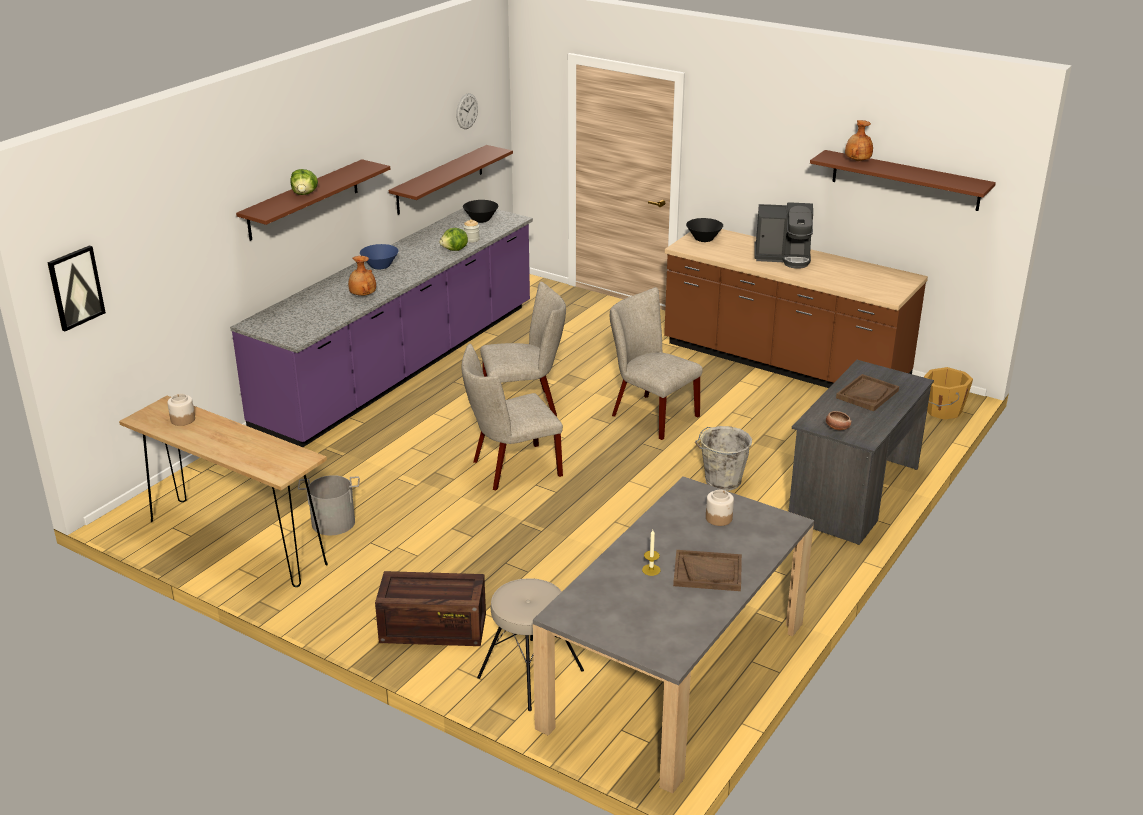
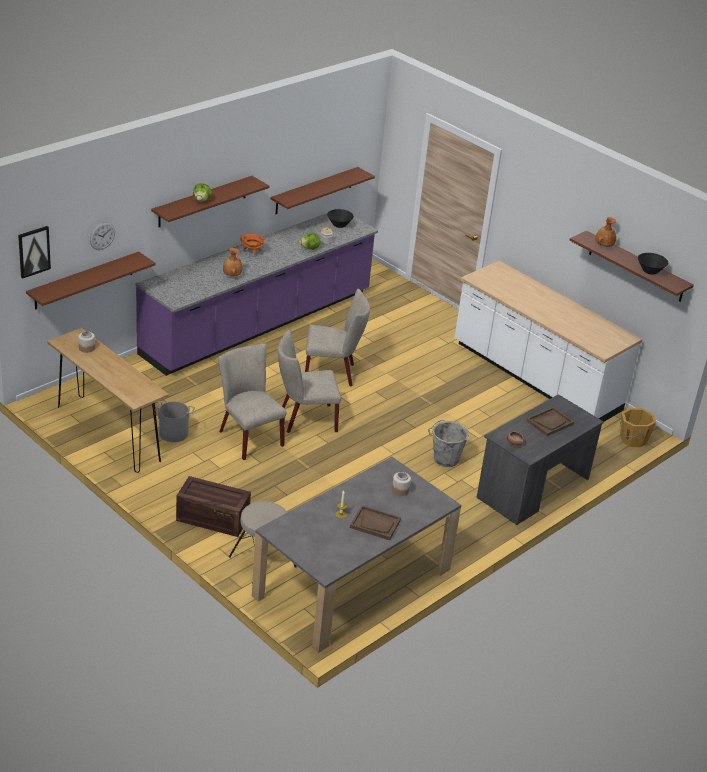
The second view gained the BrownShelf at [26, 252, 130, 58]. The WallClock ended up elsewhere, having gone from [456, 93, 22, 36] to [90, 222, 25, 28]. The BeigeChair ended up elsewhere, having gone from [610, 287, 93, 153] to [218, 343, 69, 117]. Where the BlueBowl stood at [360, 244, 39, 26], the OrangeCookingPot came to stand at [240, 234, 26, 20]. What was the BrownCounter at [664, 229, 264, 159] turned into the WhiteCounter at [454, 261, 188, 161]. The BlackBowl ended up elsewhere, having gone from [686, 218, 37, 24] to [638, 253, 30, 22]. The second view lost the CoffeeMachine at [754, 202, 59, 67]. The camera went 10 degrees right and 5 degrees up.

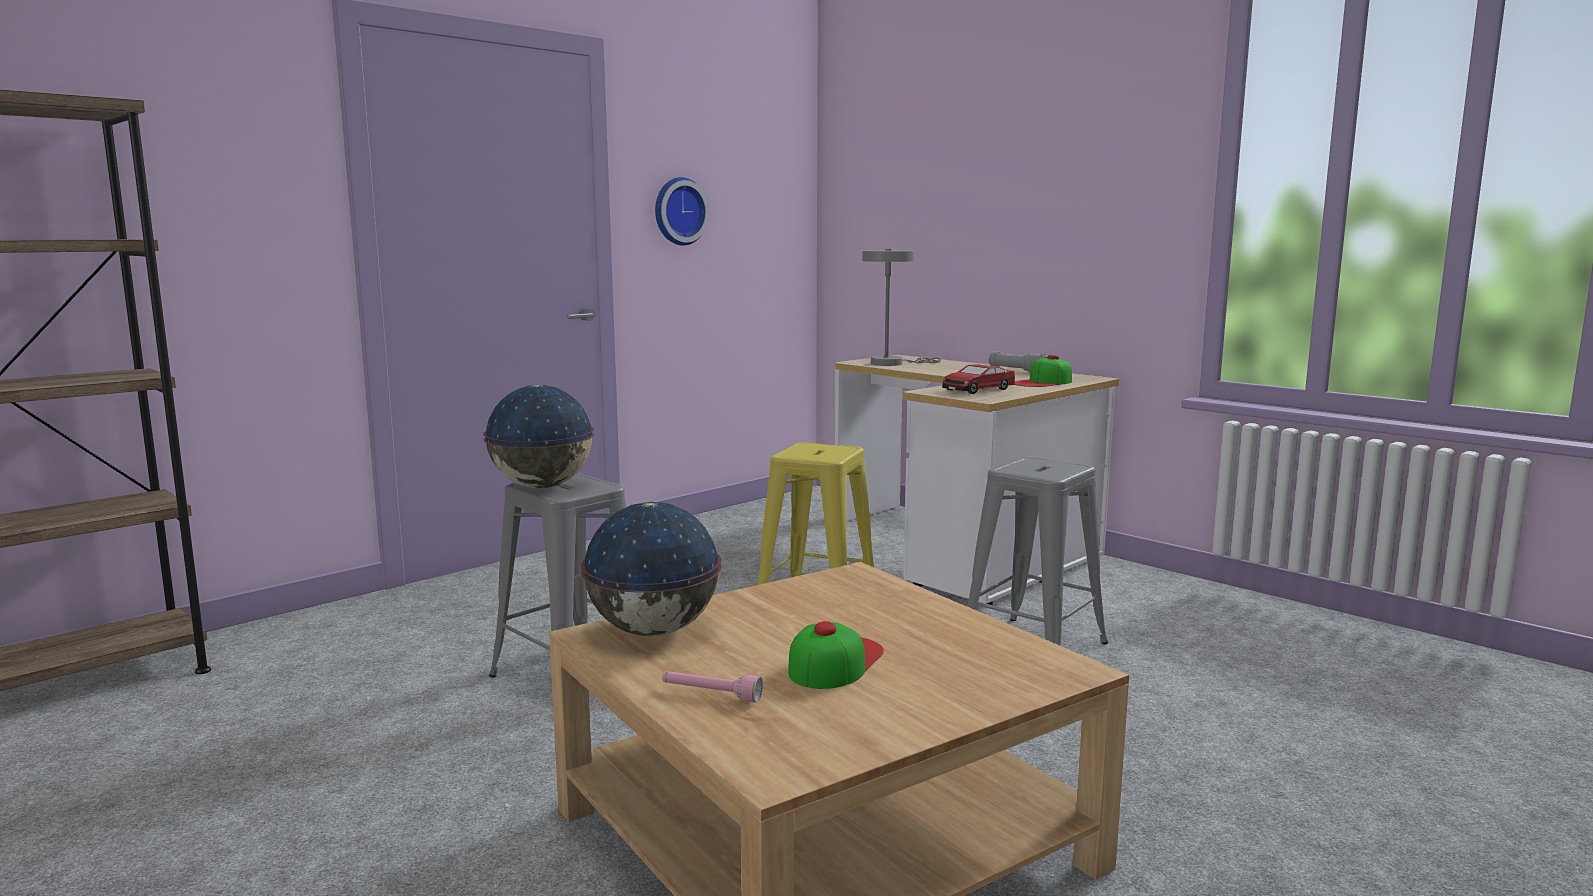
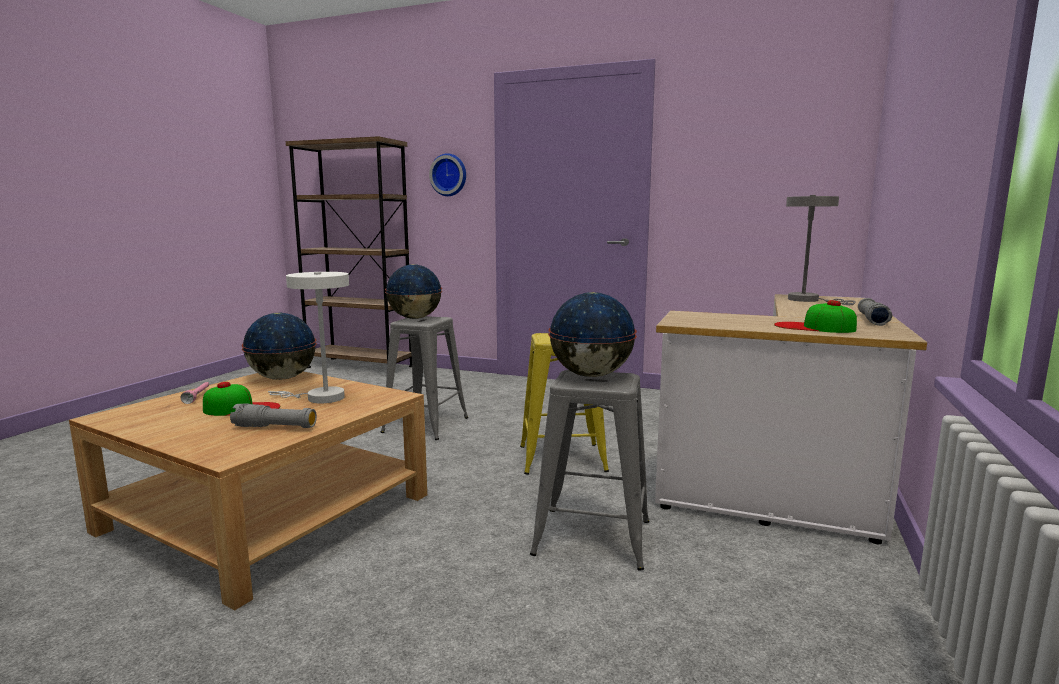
The second view gained the GreyFlashlight at [230, 403, 87, 25]. The second view gained the WhiteTableLamp at [268, 272, 81, 131]. The WallClock ended up elsewhere, having gone from [655, 177, 55, 69] to [429, 153, 37, 43]. The second view gained the Globe at [548, 292, 89, 85]. The second view lost the ToyCar at [942, 364, 73, 30]. The camera went 65 degrees right and 0 degrees up.

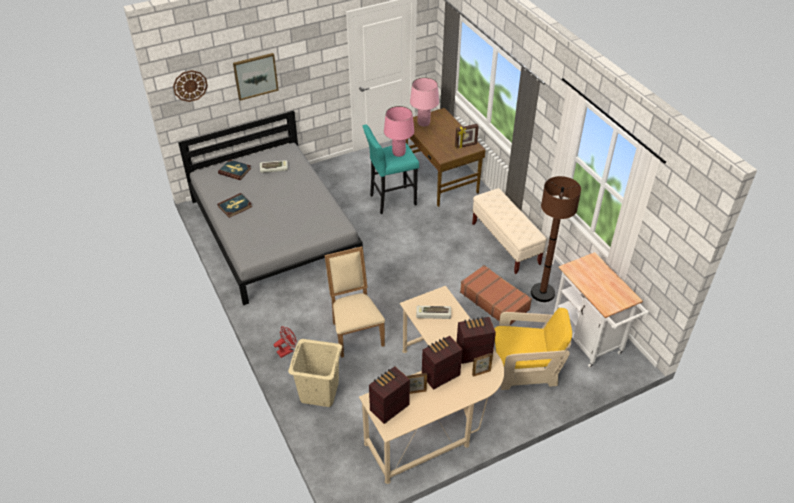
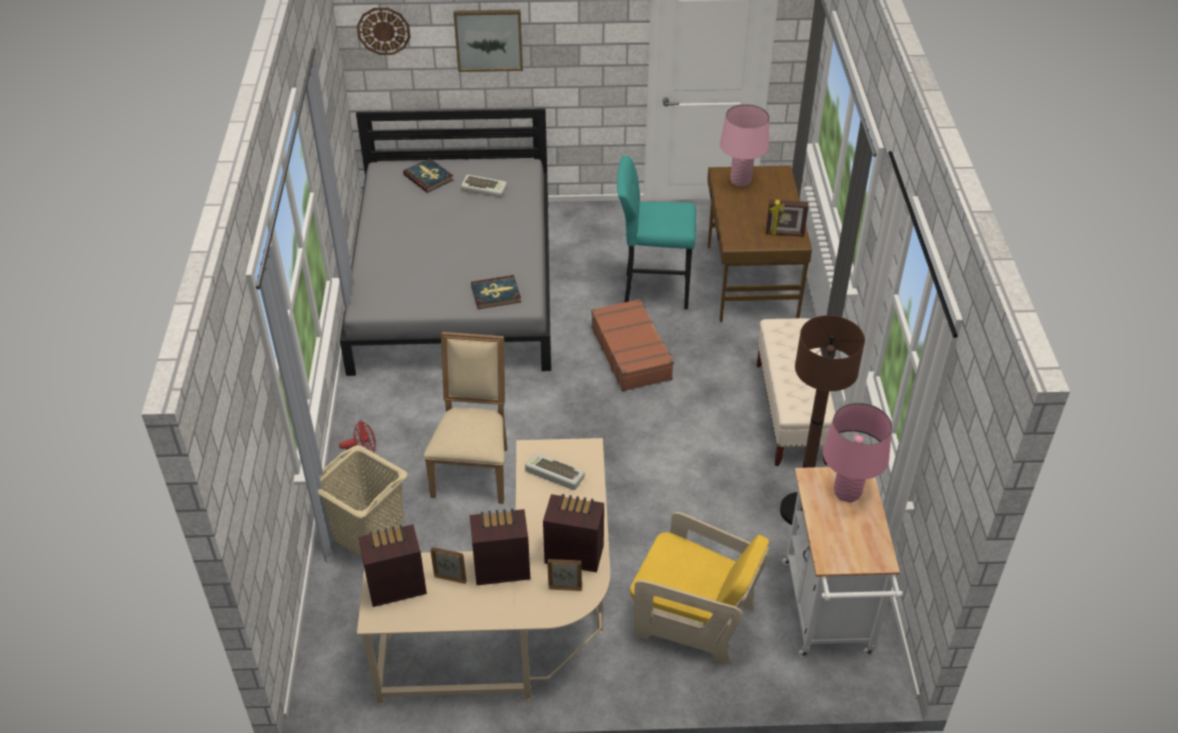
The Book ended up elsewhere, having gone from [217, 193, 35, 25] to [471, 275, 50, 34]. The BrownSuitcase ended up elsewhere, having gone from [460, 265, 72, 60] to [591, 299, 83, 93]. The PinkTableLamp ended up elsewhere, having gone from [384, 106, 30, 51] to [823, 403, 69, 100]. The camera went 25 degrees right and 0 degrees up.

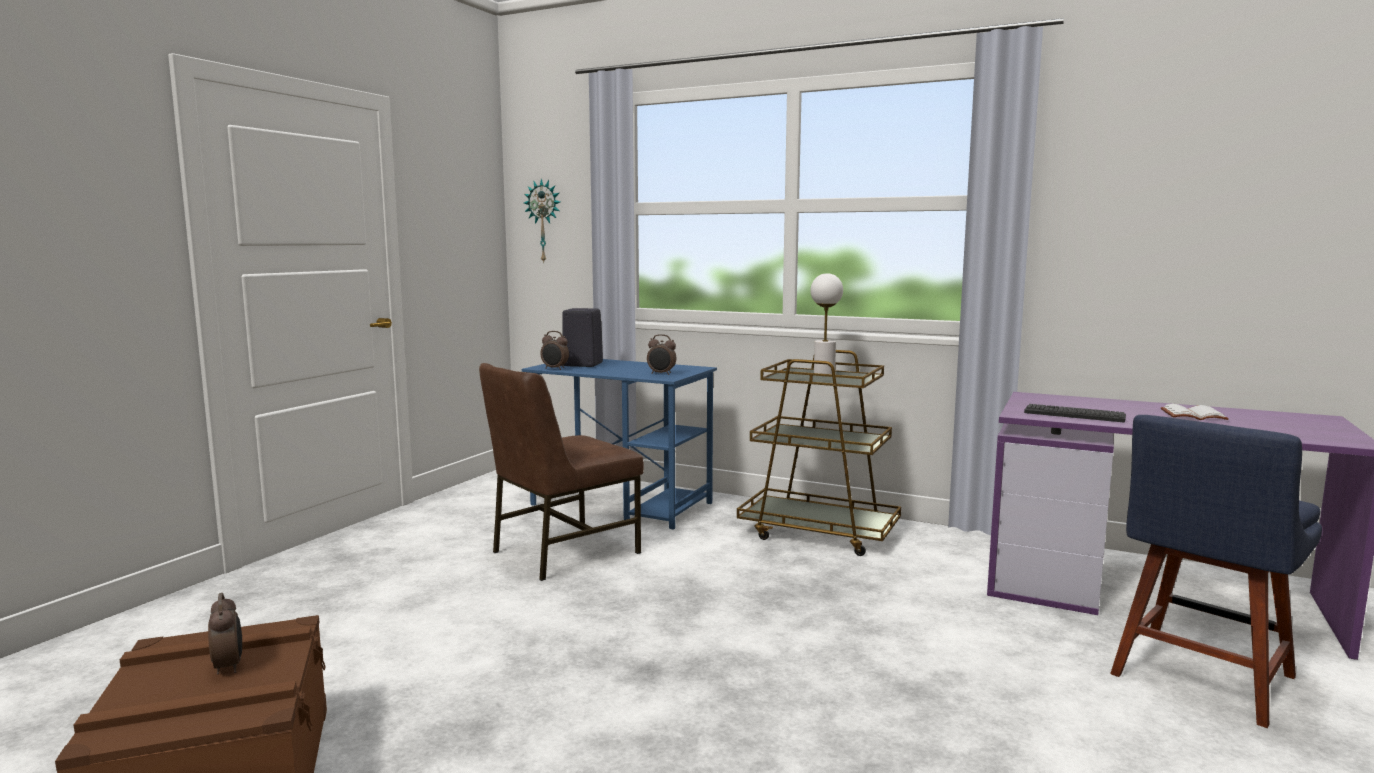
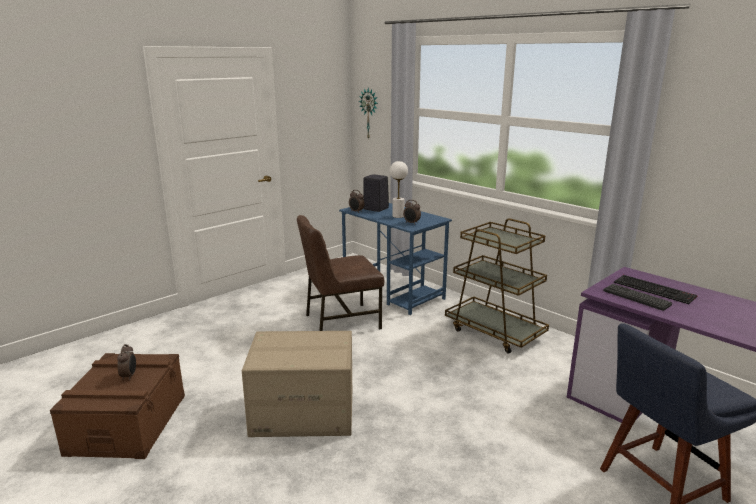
The second view gained the CardboardBox at [242, 331, 110, 106]. The WhiteTableLamp ended up elsewhere, having gone from [810, 273, 33, 101] to [390, 161, 18, 57]. The second view gained the Keyboard at [614, 275, 84, 29]. The second view lost the WhiteBook at [1161, 404, 68, 16]. The camera went 20 degrees right and 10 degrees up.

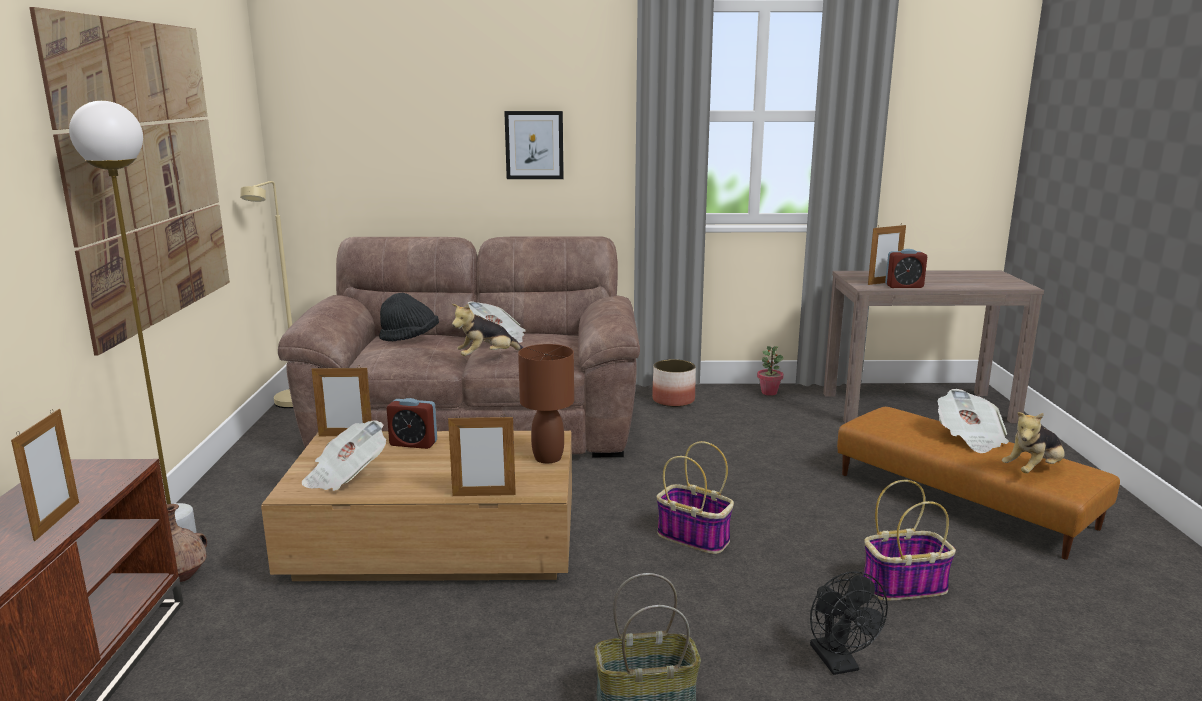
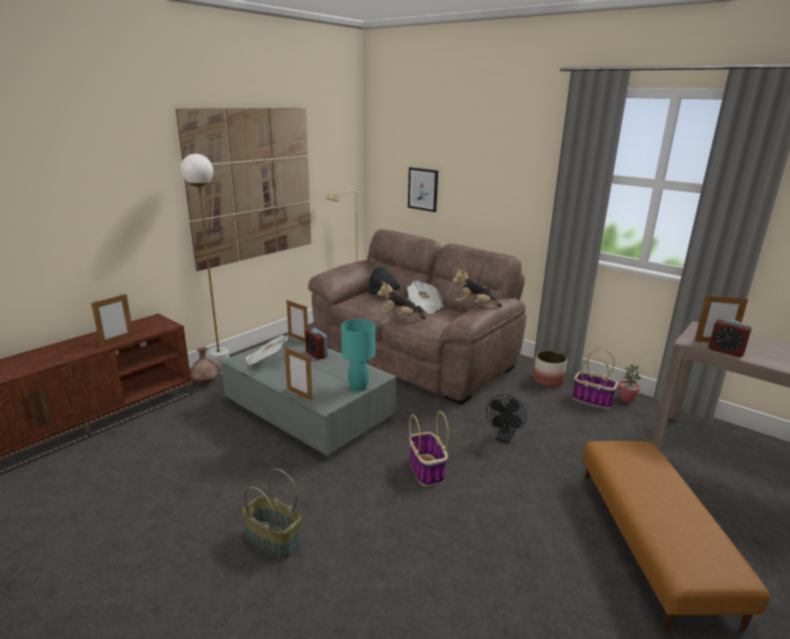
What was the BrownCoffeeTable at [261, 431, 311, 150] turned into the GreyCoffeeTable at [221, 335, 176, 122]. What was the BrownTableLamp at [518, 344, 56, 120] turned into the TurquoiseTableLamp at [341, 319, 34, 72]. The Picture ended up elsewhere, having gone from [504, 111, 60, 68] to [408, 167, 30, 45]. The PlushToy ended up elsewhere, having gone from [1002, 412, 63, 61] to [452, 268, 50, 39]. The BlackFan ended up elsewhere, having gone from [810, 572, 78, 103] to [486, 394, 40, 50]. The Basket ended up elsewhere, having gone from [863, 480, 93, 121] to [572, 349, 46, 60]. The second view lost the Newspaper at [937, 389, 72, 64]. The camera went 40 degrees right and 5 degrees up.

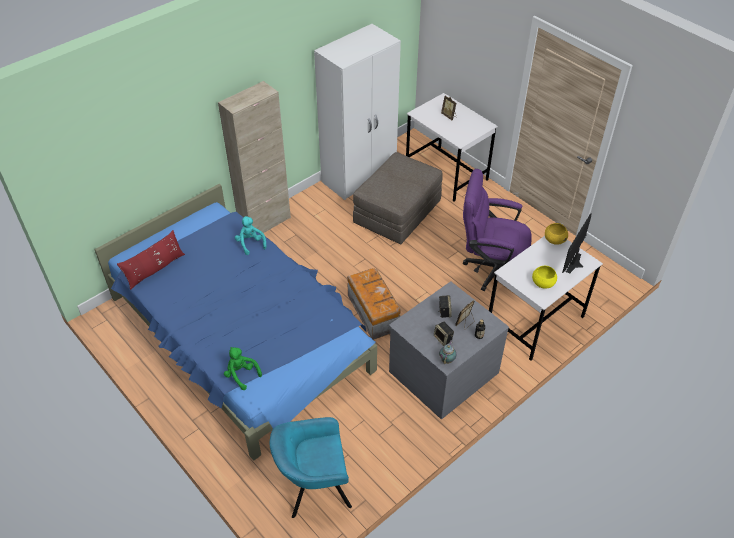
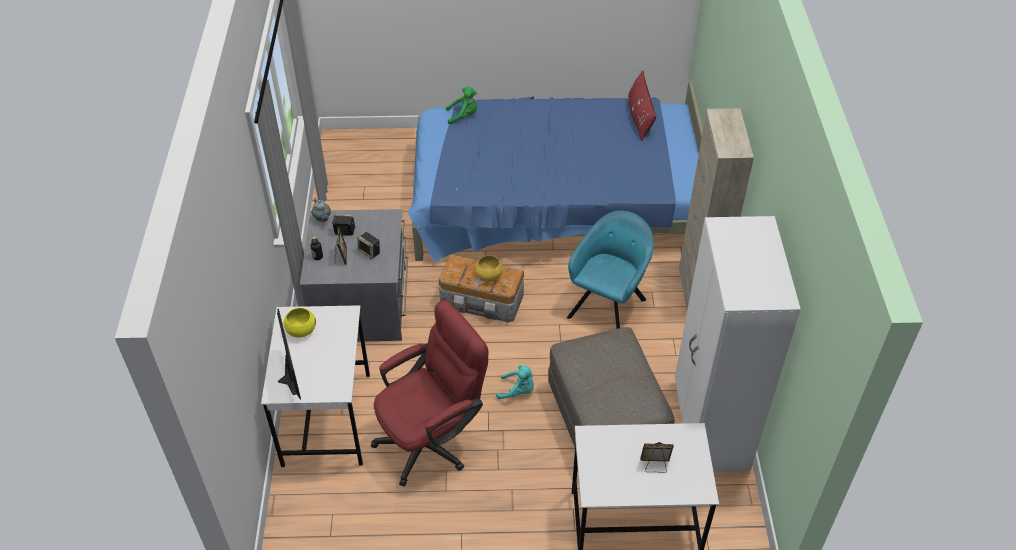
What was the PurpleOfficeChair at [463, 169, 69, 122] turned into the RedOfficeChair at [371, 300, 117, 187]. The YellowBowl ended up elsewhere, having gone from [545, 223, 23, 22] to [475, 255, 28, 27]. The TurquoisePlushToy ended up elsewhere, having gone from [235, 216, 31, 39] to [496, 365, 38, 34]. The TurquoiseArmchair ended up elsewhere, having gone from [270, 417, 82, 101] to [567, 211, 87, 118]. The camera went 130 degrees right and 0 degrees up.

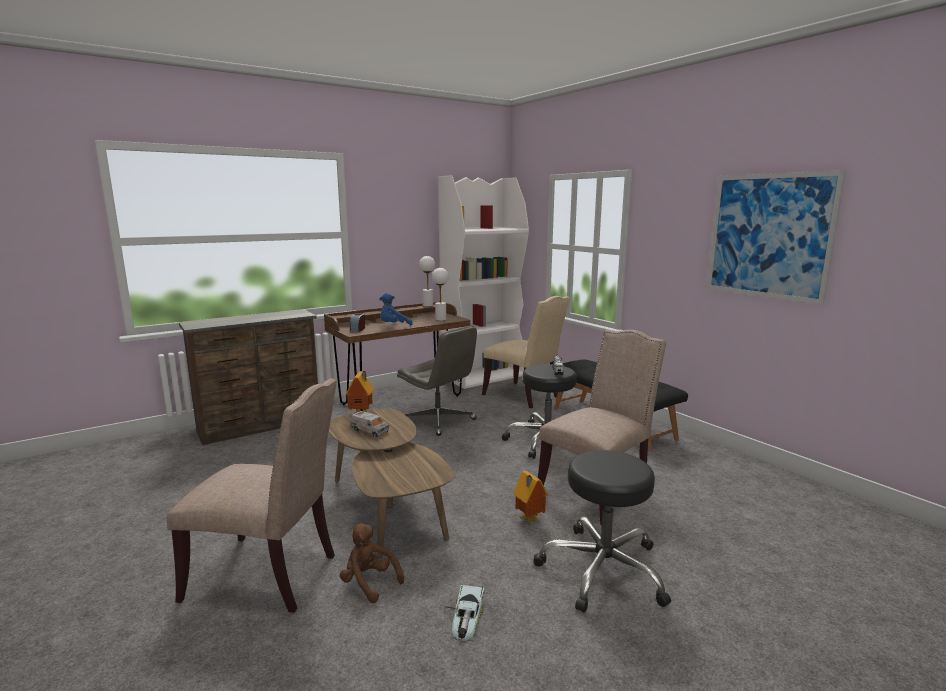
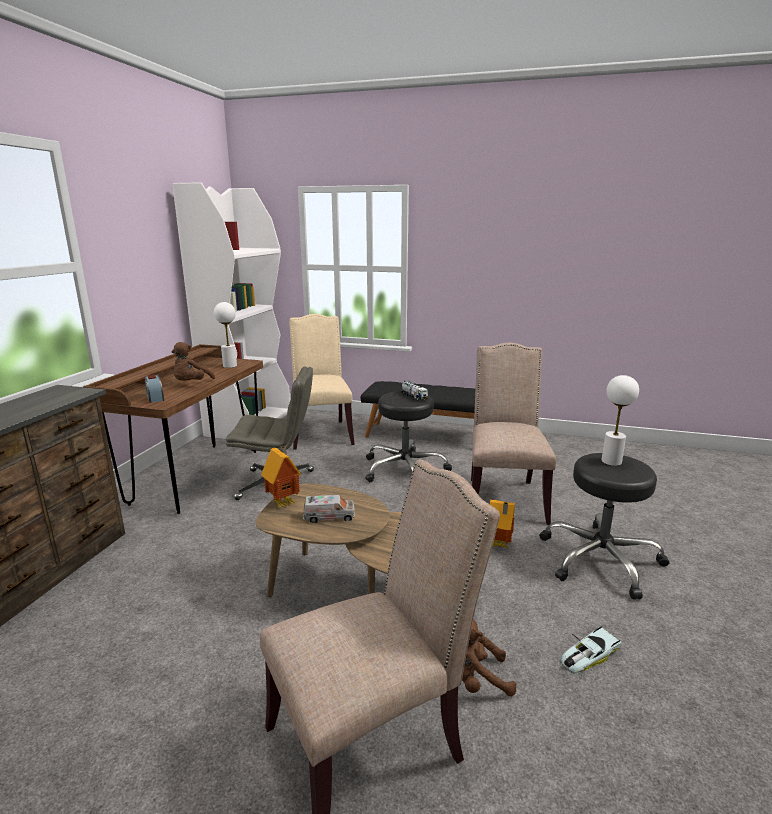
What was the BluePlushToy at [379, 293, 34, 32] turned into the BrownPlushToy at [172, 342, 43, 39]. The BeigeChair at [482, 296, 88, 112] ended up facing another way, 105 degrees counterclockwise from before. The ToyCar at [444, 584, 41, 57] ended up facing another way, 90 degrees clockwise from before. The WhiteTableLamp ended up elsewhere, having gone from [419, 256, 16, 51] to [602, 375, 37, 91]. The second view lost the Picture at [707, 170, 139, 135]. The camera went 40 degrees left and 5 degrees up.

